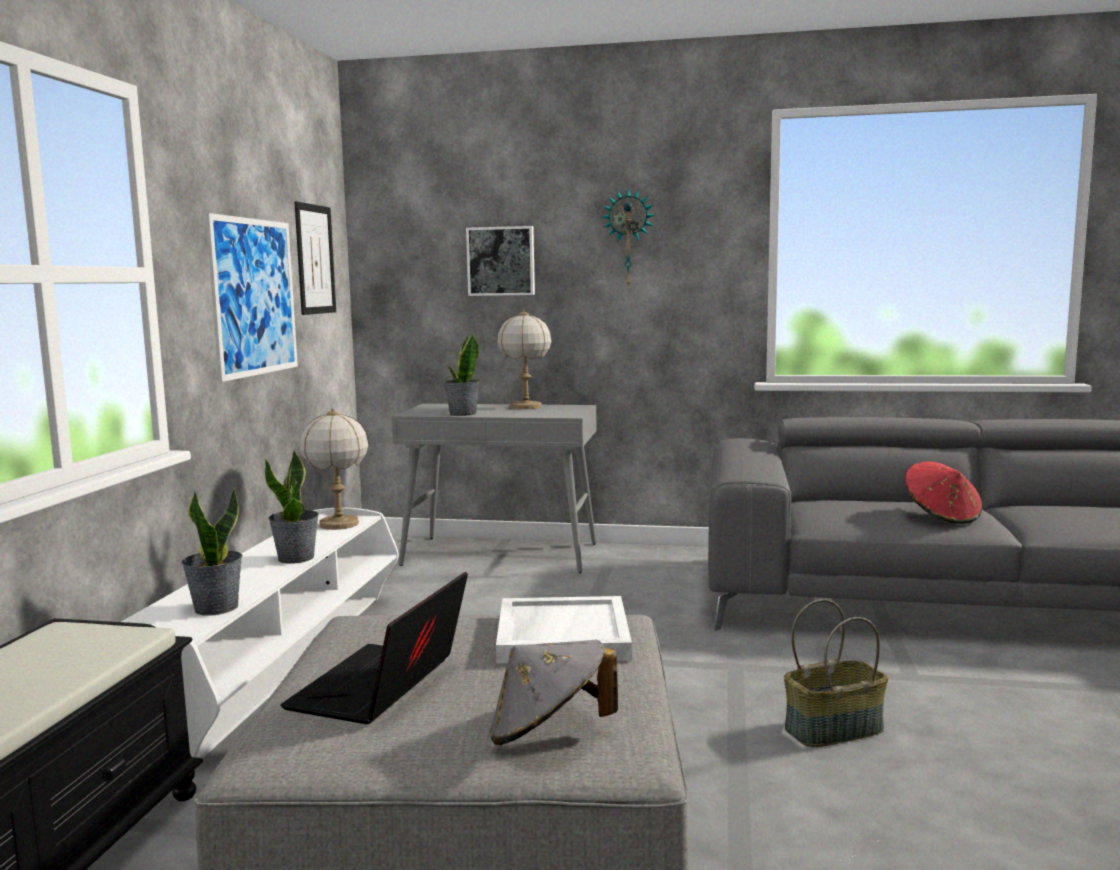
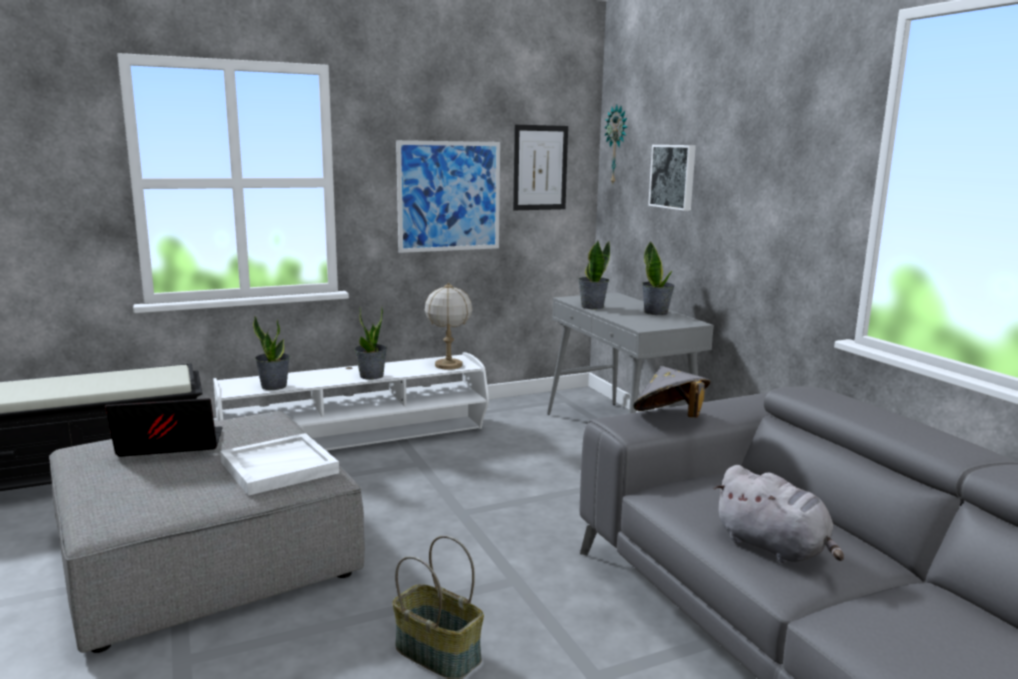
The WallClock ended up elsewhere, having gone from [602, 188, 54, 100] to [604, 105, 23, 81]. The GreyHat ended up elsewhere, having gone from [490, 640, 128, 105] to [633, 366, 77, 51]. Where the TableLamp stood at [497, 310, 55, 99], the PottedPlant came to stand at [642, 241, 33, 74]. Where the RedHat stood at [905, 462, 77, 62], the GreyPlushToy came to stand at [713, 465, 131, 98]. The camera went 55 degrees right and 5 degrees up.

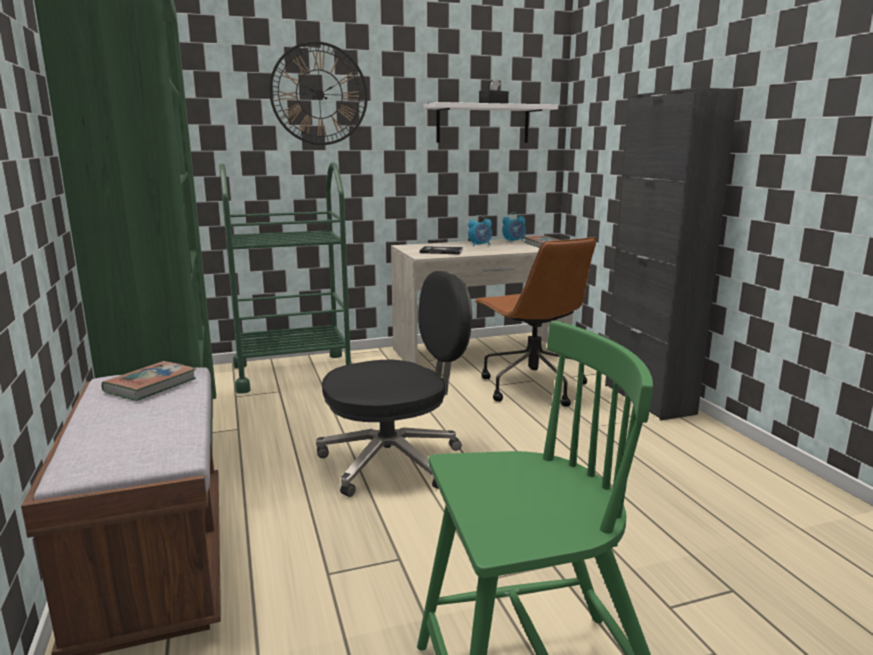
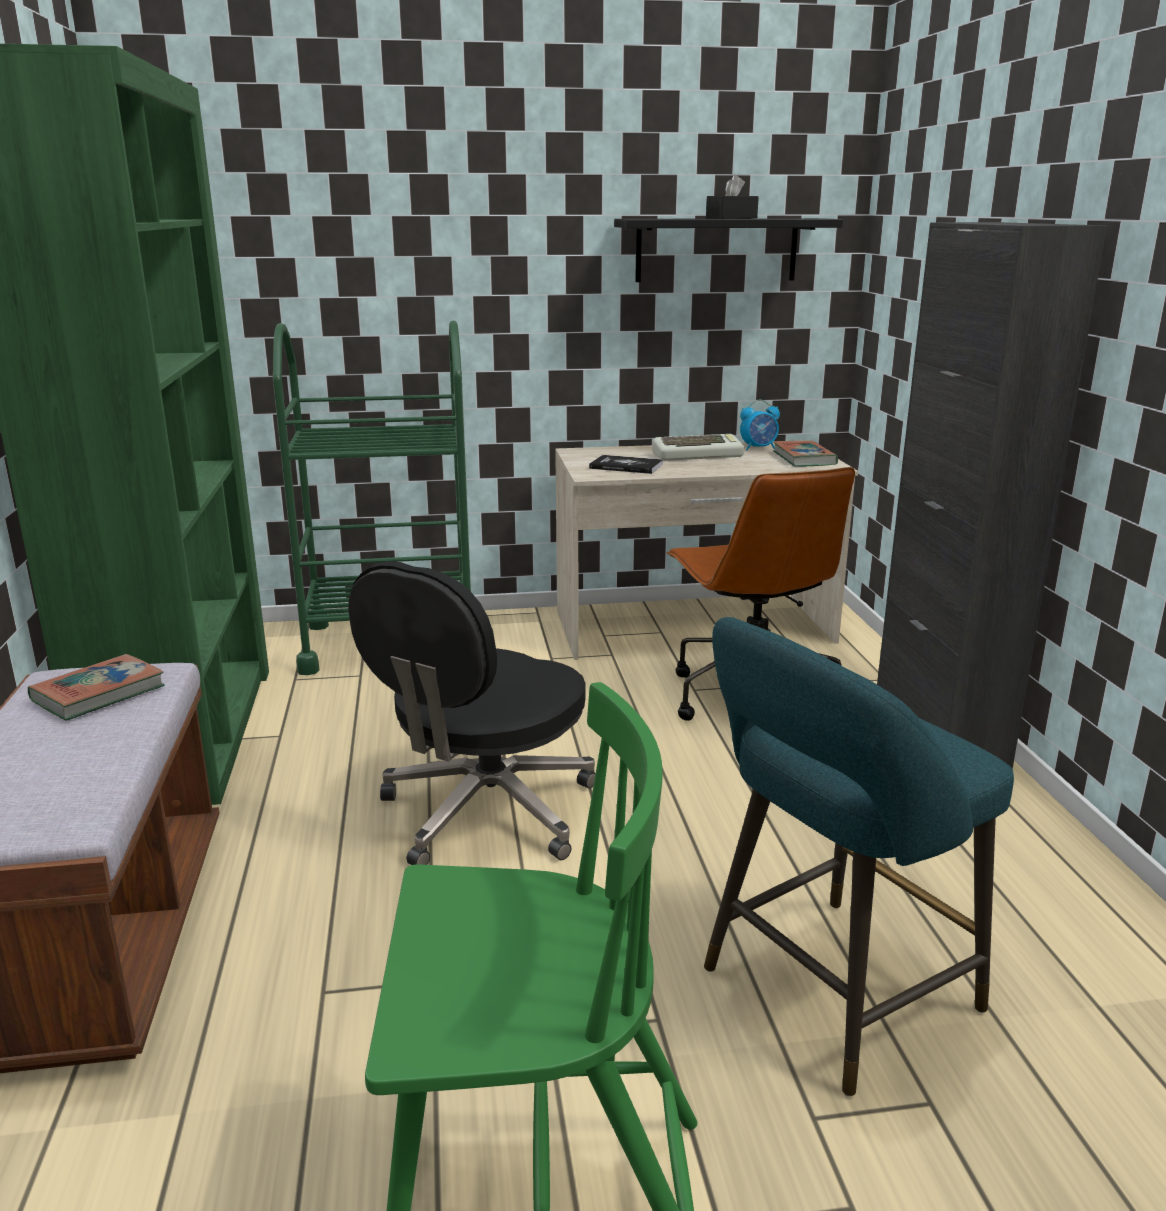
The BlackOfficeChair at [316, 271, 156, 226] ended up facing another way, 135 degrees clockwise from before. What was the WhiteShelf at [423, 102, 135, 41] turned into the BlackShelf at [614, 218, 229, 64]. Where the AlarmClock stood at [468, 215, 24, 32], the Keyboard came to stand at [653, 434, 91, 27]. The second view gained the TurquoiseStool at [704, 617, 310, 480]. The second view lost the WallClock at [269, 41, 99, 104]. The camera went 10 degrees right and 5 degrees up.

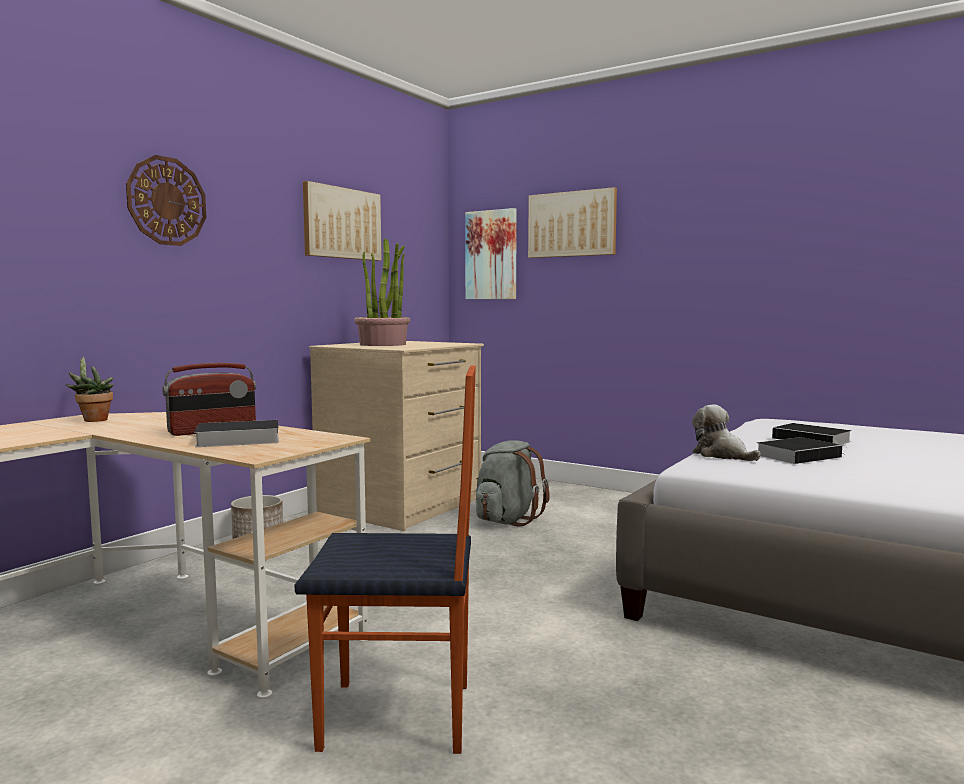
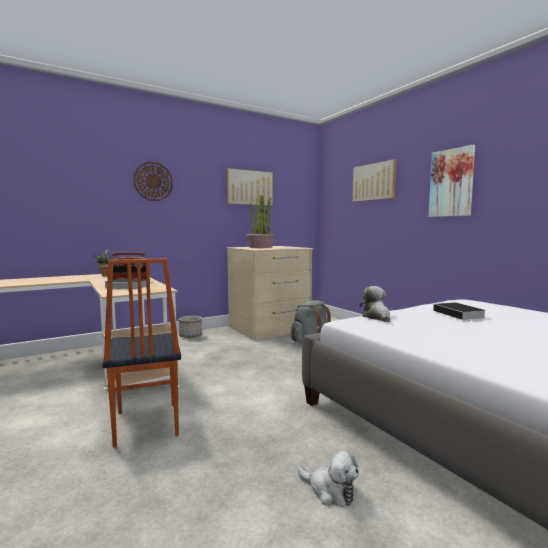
The Chair at [295, 365, 181, 389] ended up facing another way, 45 degrees clockwise from before. The second view gained the PlushToy at [298, 451, 61, 56]. The Picture ended up elsewhere, having gone from [465, 208, 52, 91] to [429, 145, 46, 72]. The second view lost the Book at [757, 437, 86, 27]. The camera went 25 degrees right and 0 degrees up.

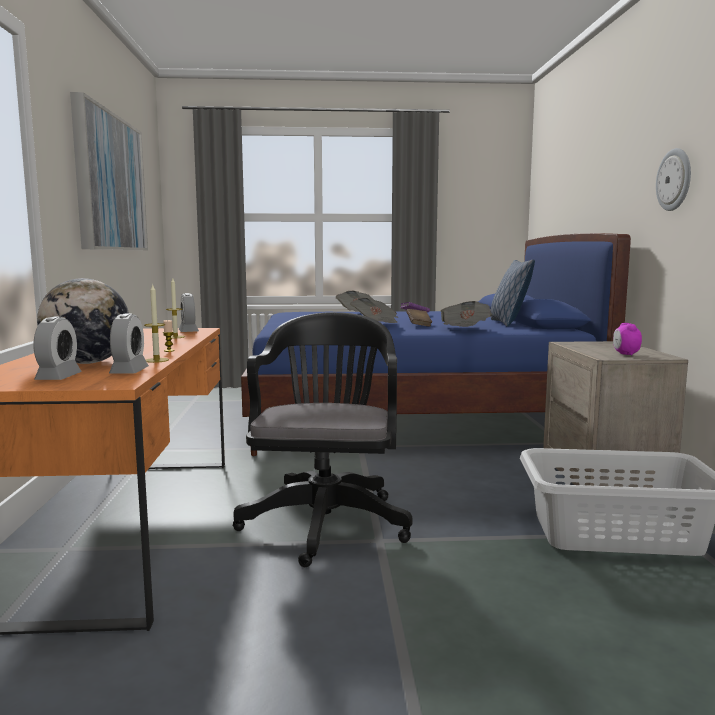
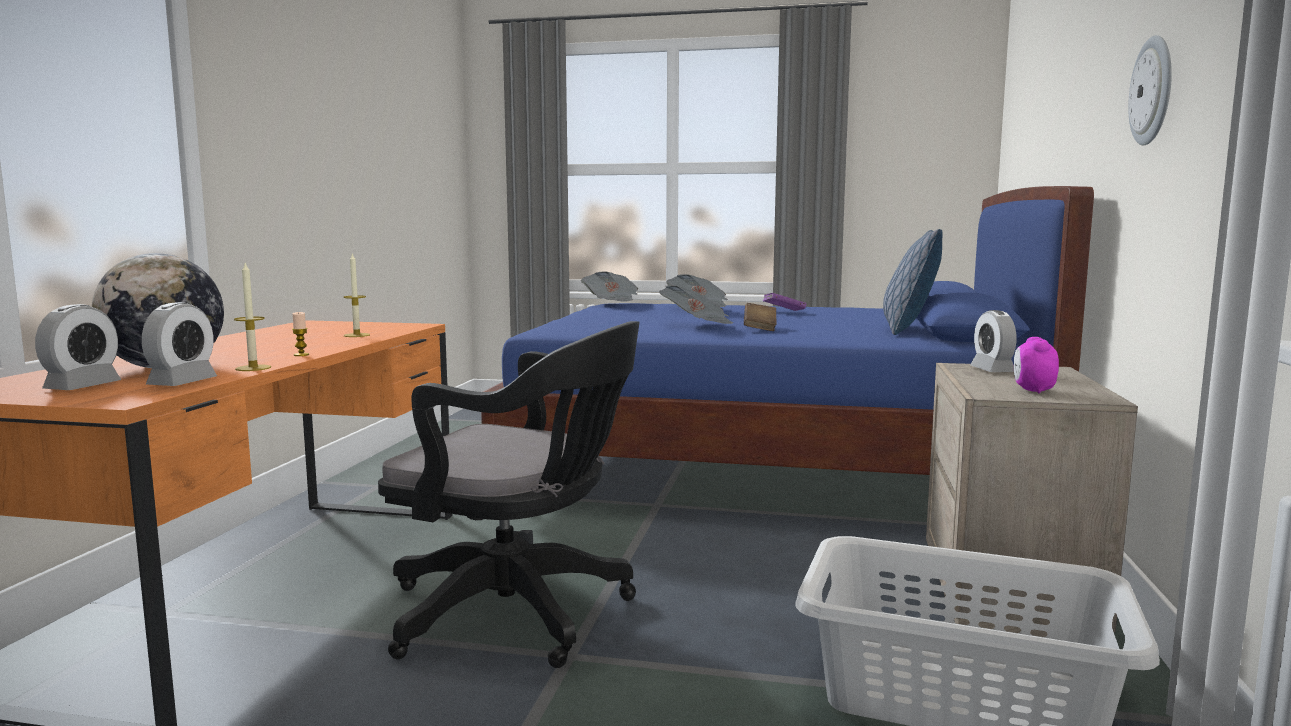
The BlackOfficeChair at [233, 312, 180, 255] ended up facing another way, 90 degrees clockwise from before. The Newspaper ended up elsewhere, having gone from [441, 301, 51, 26] to [581, 271, 58, 31]. The AlarmClock ended up elsewhere, having gone from [179, 293, 20, 39] to [970, 310, 46, 62]. The second view lost the Picture at [70, 92, 78, 158]. The camera went 15 degrees right and 0 degrees up.

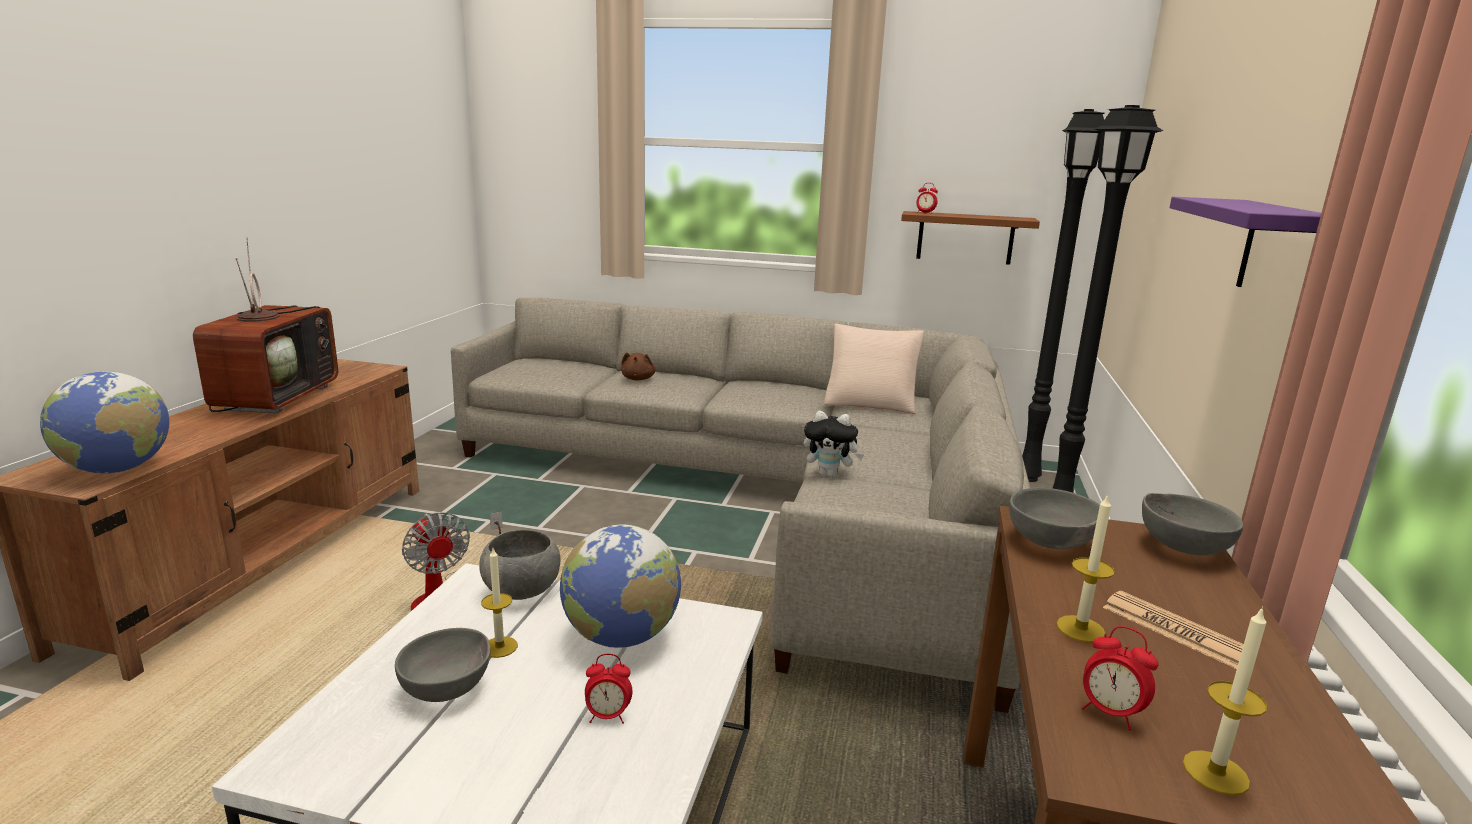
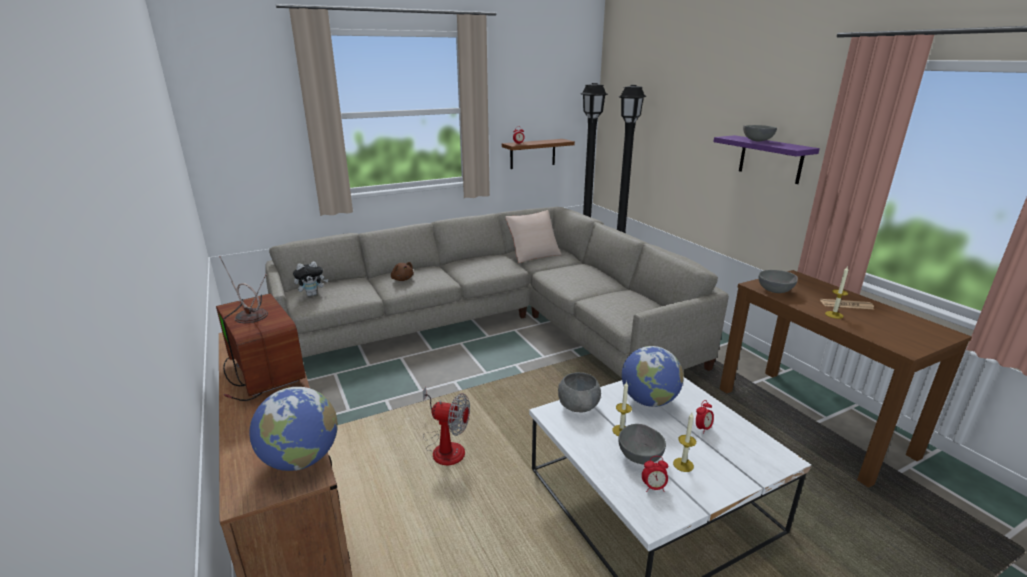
The PlushToy ended up elsewhere, having gone from [803, 411, 61, 67] to [293, 262, 35, 34]. The AlarmClock ended up elsewhere, having gone from [1082, 626, 77, 104] to [642, 456, 26, 36]. The Candle ended up elsewhere, having gone from [1183, 606, 84, 190] to [673, 413, 23, 59]. The GreyBowl ended up elsewhere, having gone from [1142, 493, 101, 62] to [743, 125, 34, 16]. The camera went 40 degrees left and 5 degrees up.

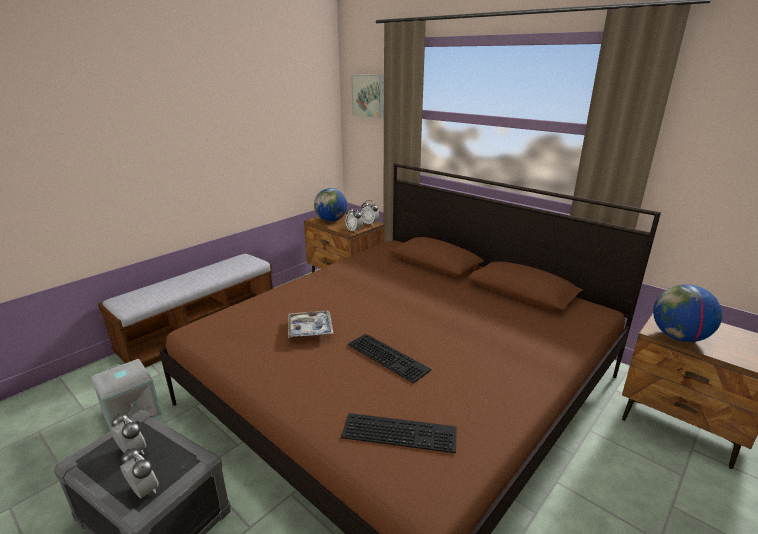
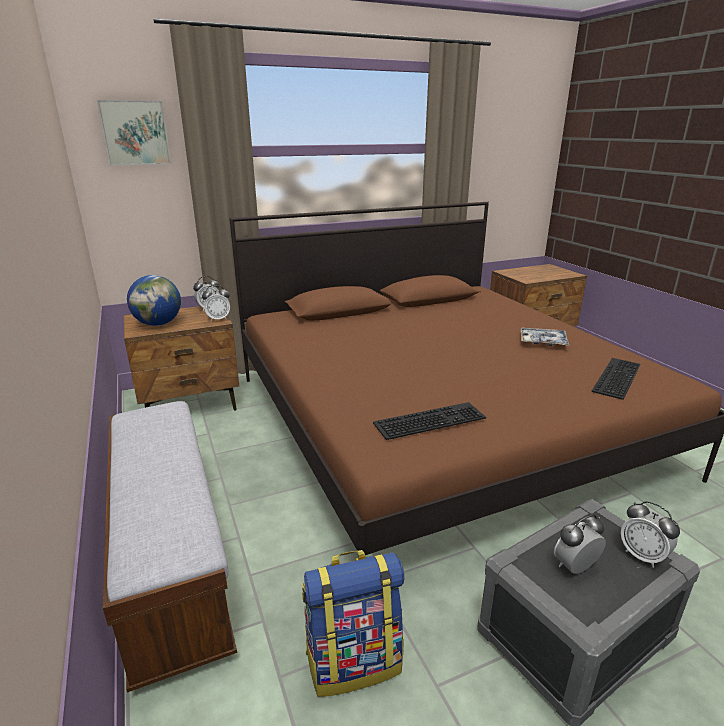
Where the GreyStorageBox stood at [91, 359, 71, 71], the Backpack came to stand at [302, 550, 102, 147]. The Keyboard ended up elsewhere, having gone from [347, 334, 85, 49] to [373, 402, 113, 38]. The Tray ended up elsewhere, having gone from [288, 311, 45, 27] to [521, 328, 48, 18]. The AlarmClock at [120, 448, 39, 50] ended up facing another way, 105 degrees counterclockwise from before. The second view lost the Globe at [653, 284, 69, 58]. The camera went 65 degrees left and 0 degrees up.

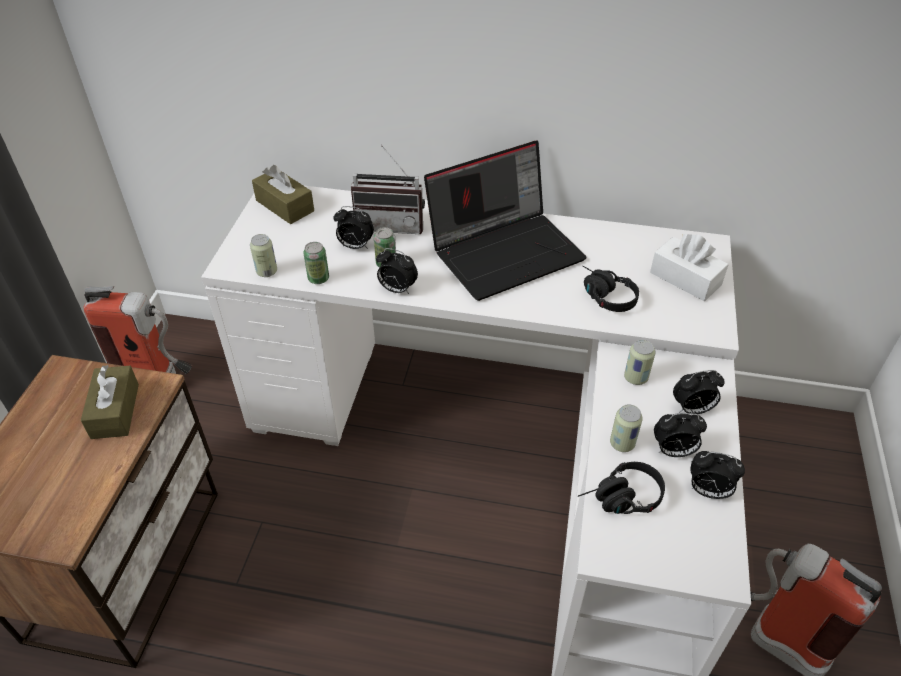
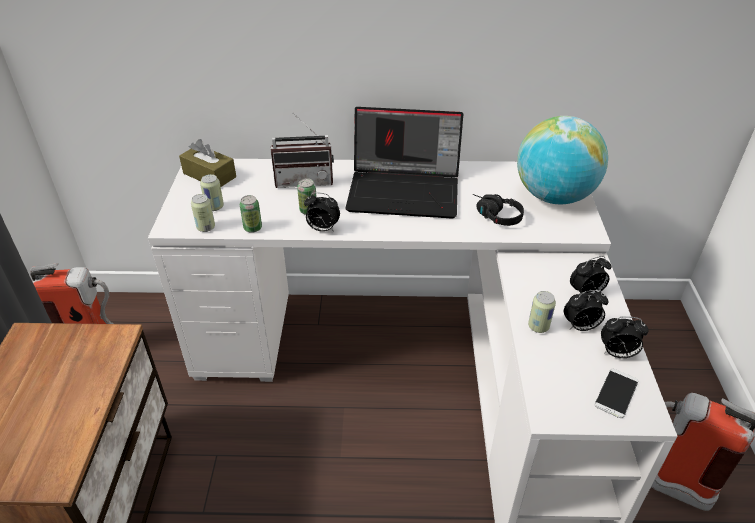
The Can ended up elsewhere, having gone from [624, 340, 32, 45] to [200, 174, 24, 37]. The Laptop at [424, 141, 163, 160] ended up facing another way, 45 degrees clockwise from before. Where the WhiteTissueBox stood at [650, 234, 78, 67], the Globe came to stand at [517, 116, 91, 88]. The second view gained the Phone at [595, 369, 43, 49]. The second view lost the BrownTissueBox at [81, 365, 58, 74]. The second view lost the AlarmClock at [333, 206, 41, 43]. The second view lost the BlackHeadphones at [578, 462, 87, 52]. The camera went 10 degrees left and 5 degrees down.

